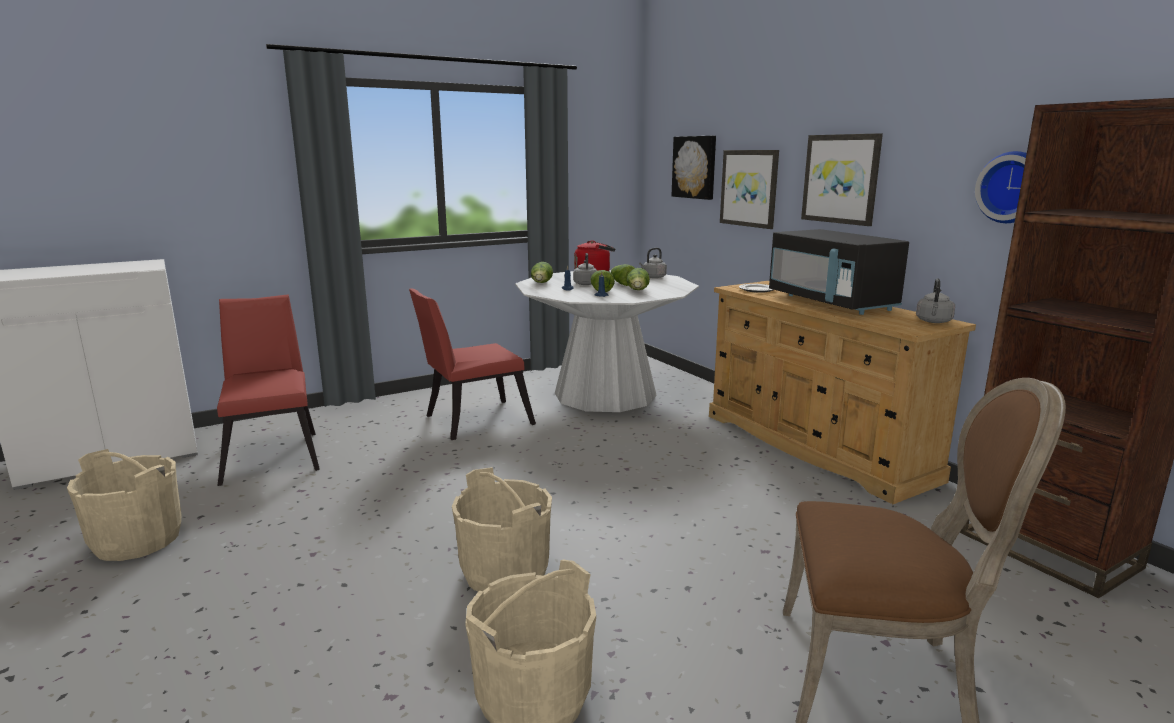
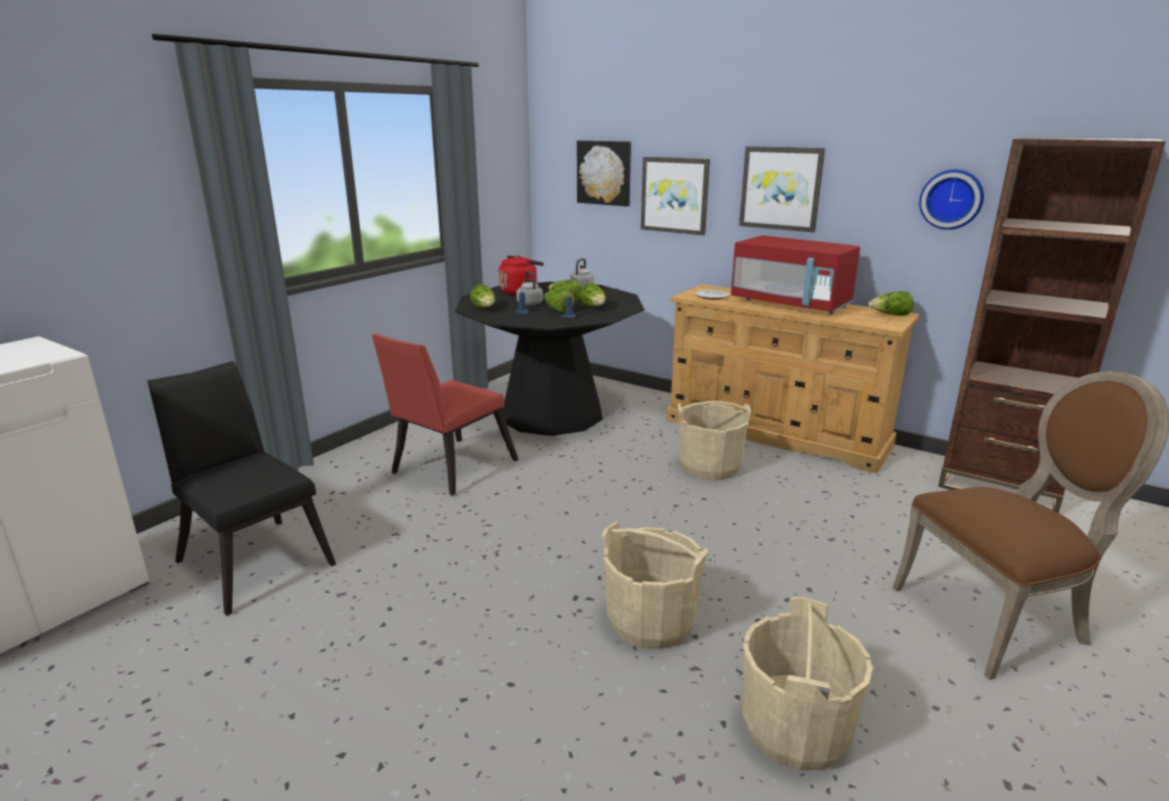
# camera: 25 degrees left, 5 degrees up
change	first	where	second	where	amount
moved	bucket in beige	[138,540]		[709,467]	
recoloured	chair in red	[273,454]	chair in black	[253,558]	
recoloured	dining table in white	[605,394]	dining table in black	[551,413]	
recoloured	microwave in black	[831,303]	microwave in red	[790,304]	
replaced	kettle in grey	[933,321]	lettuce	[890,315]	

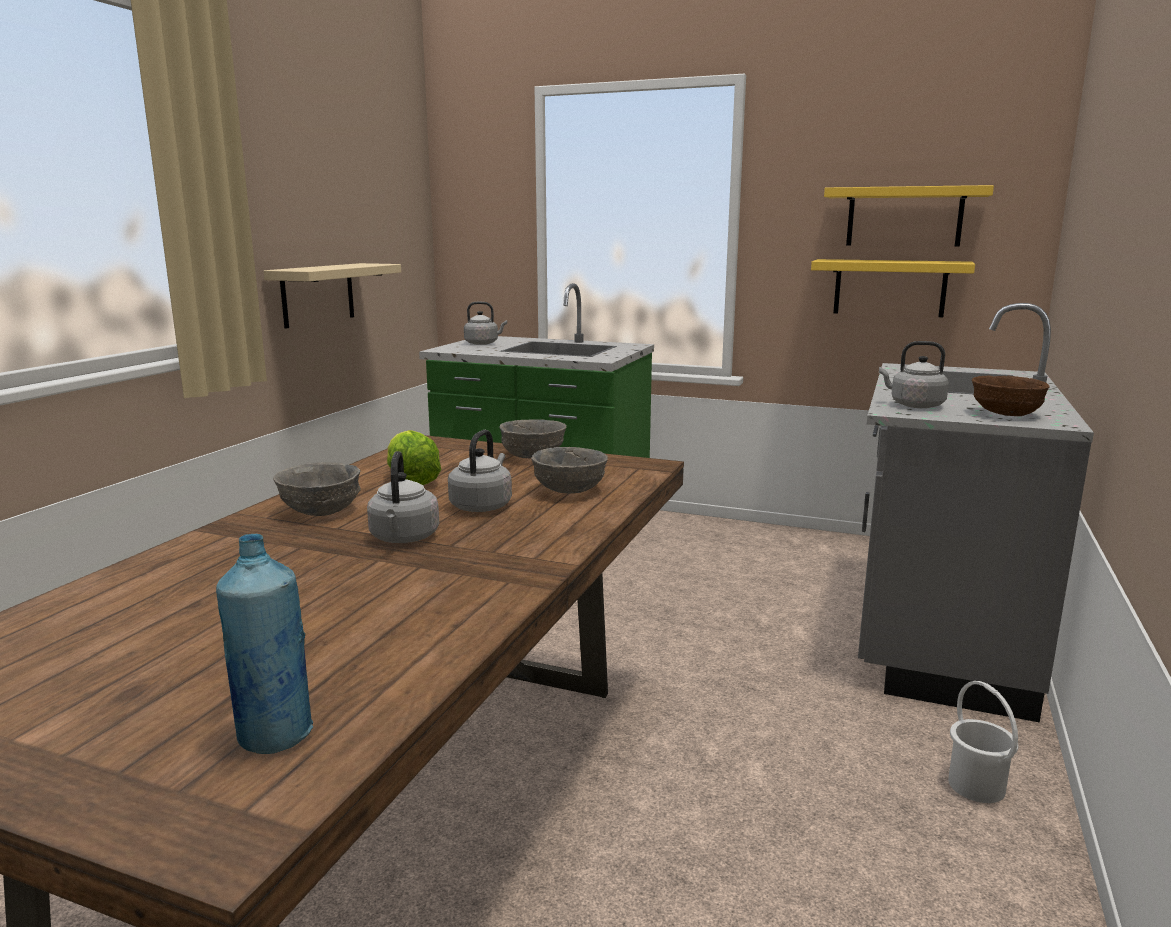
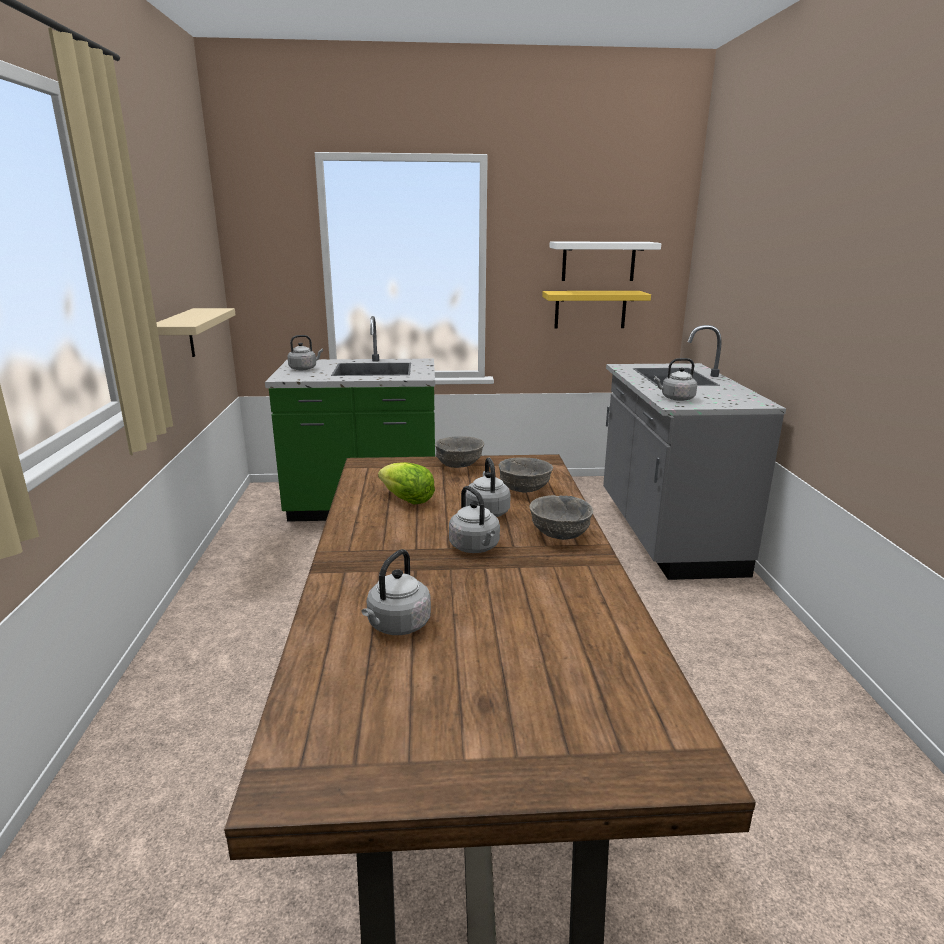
# camera: 25 degrees left, 5 degrees up
change	first	where	second	where	amount
removed	bottle in blue	[275,735]			
moved	bowl in grey	[321,510]		[559,534]	
recoloured	shelf in yellow	[904,217]	shelf in white	[598,261]	
removed	bucket in white	[977,785]			
removed	bowl in brown	[1005,414]			
added			kettle in grey	[397,626]	

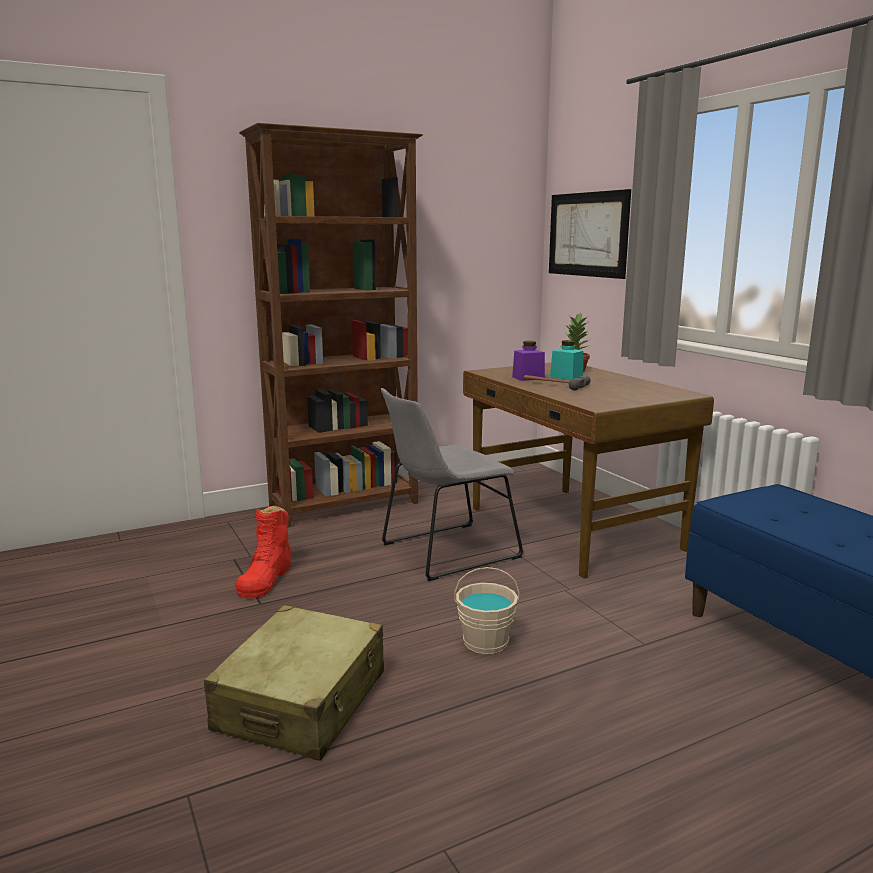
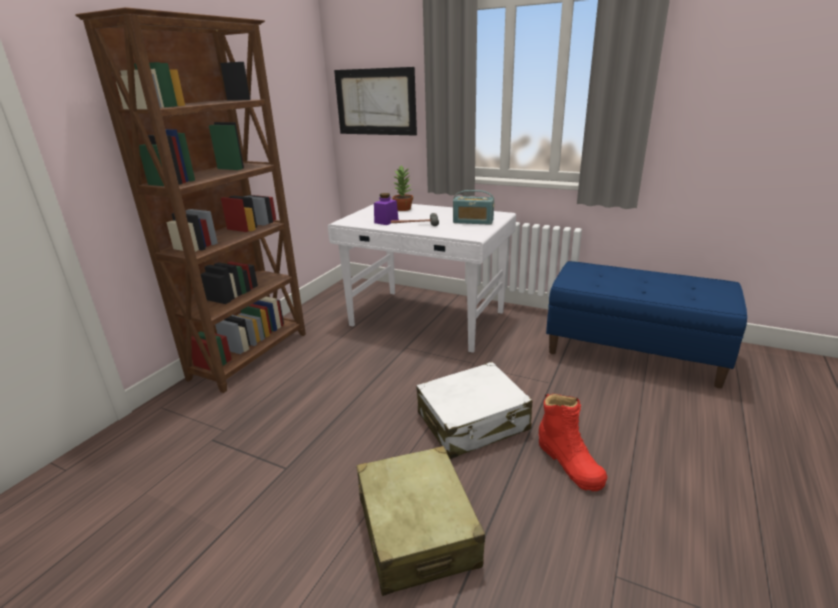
# camera: 35 degrees left, 10 degrees up
change	first	where	second	where	amount
moved	boot in red	[265,579]		[569,462]	
removed	chair in grey	[445,552]			
replaced	bucket in beige	[486,641]	suitcase in white	[473,422]	
recoloured	desk in brown	[572,529]	desk in white	[427,319]	
removed	jar in turquoise	[566,377]			
added			radio	[473,221]	

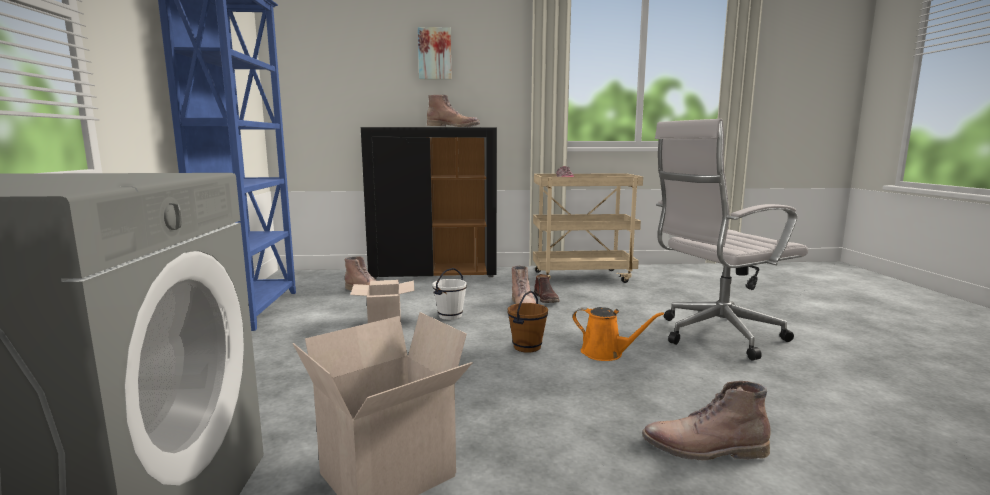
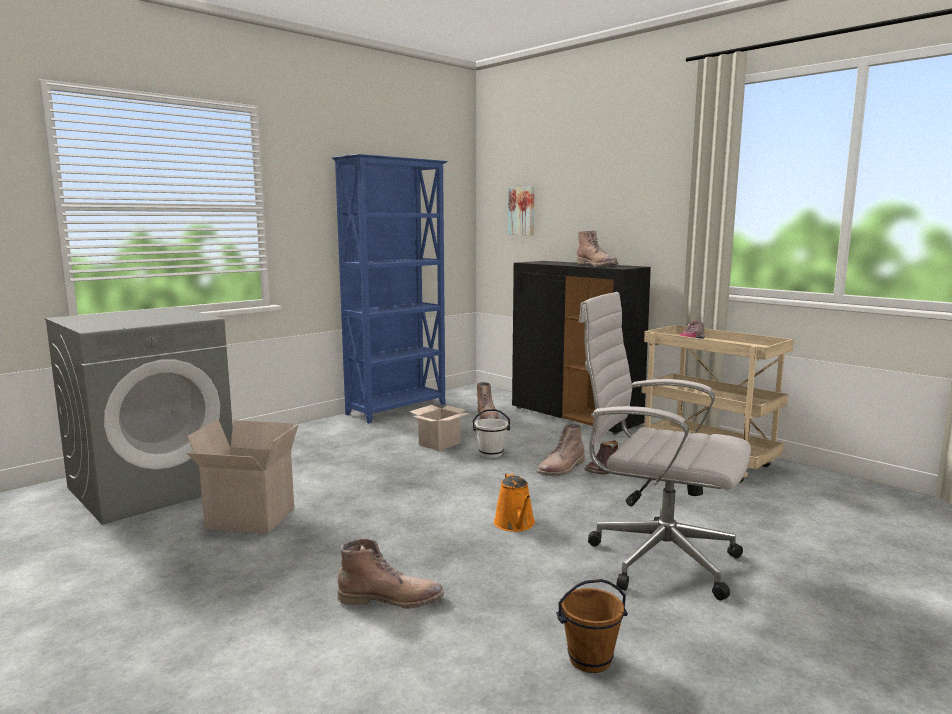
# camera: 50 degrees right, 0 degrees up
change	first	where	second	where	amount
moved	picture	[434,54]		[522,211]	
moved	bucket in brown	[527,347]		[590,660]	
turned	boot in brown	[703,449]		[391,598]	120 degrees clockwise

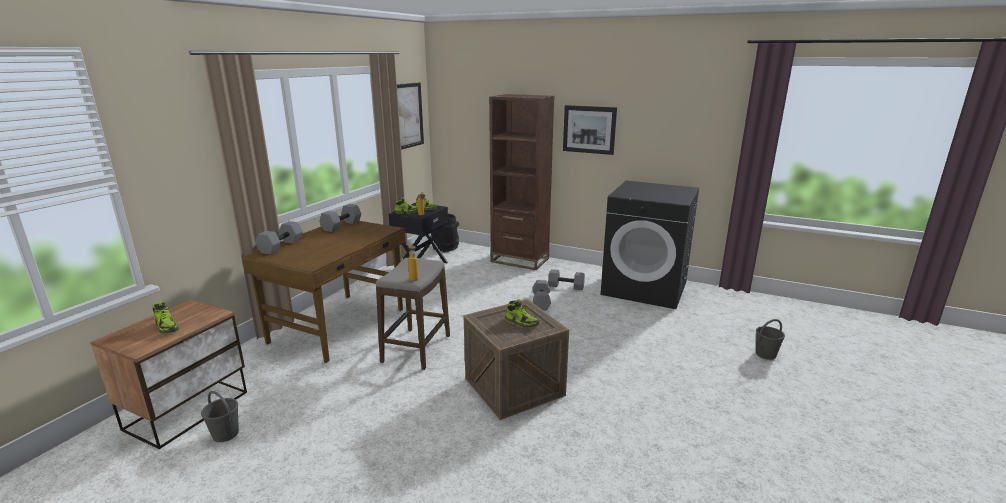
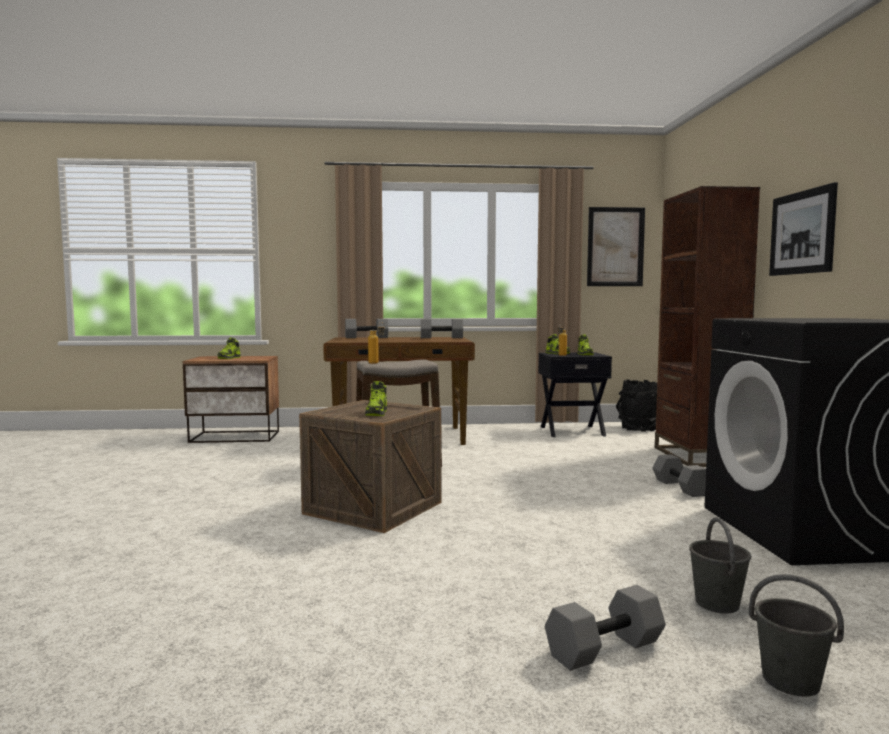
# camera: 60 degrees right, 15 degrees down
change	first	where	second	where	amount
moved	bucket in grey	[226,434]		[717,604]	
moved	dumbbell in grey	[540,302]		[604,648]	

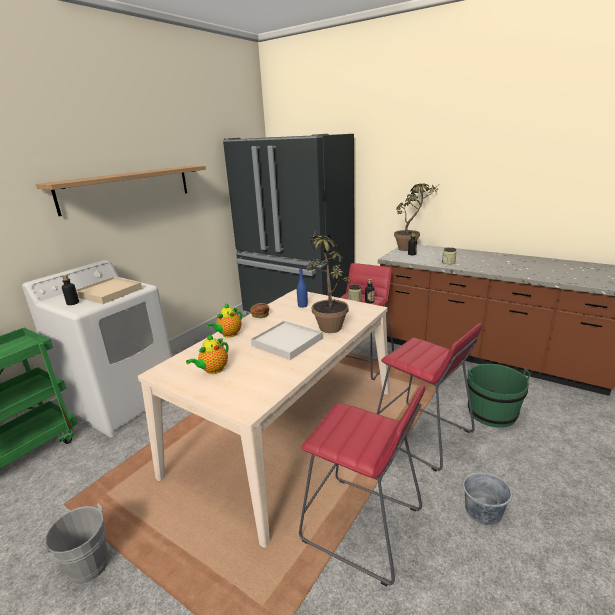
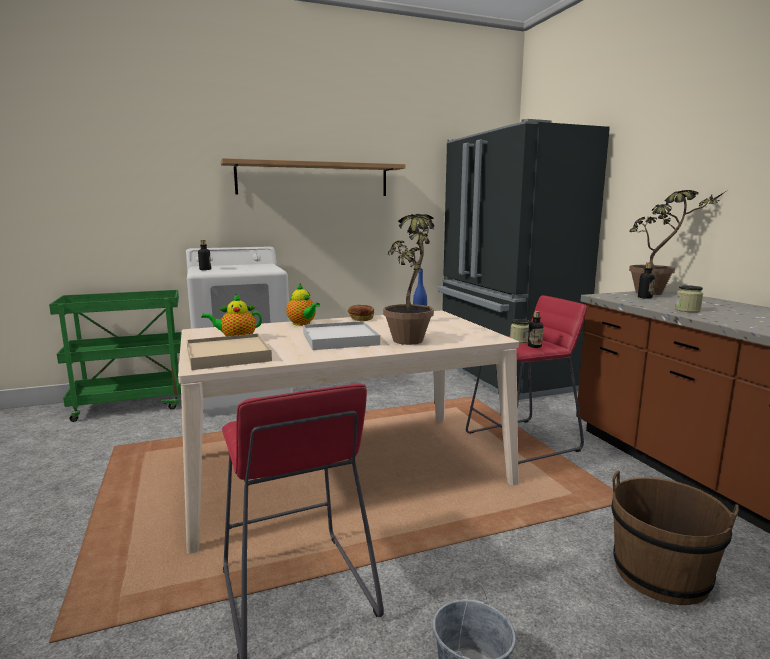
# camera: 35 degrees right, 10 degrees down
change	first	where	second	where	amount
removed	bucket in grey	[86,564]			
moved	tray in beige	[109,292]		[228,355]	
turned	teapot	[228,334]		[302,324]	120 degrees counterclockwise
removed	stool in red	[422,435]			
recoloured	bucket in green	[492,413]	bucket in brown	[660,574]	

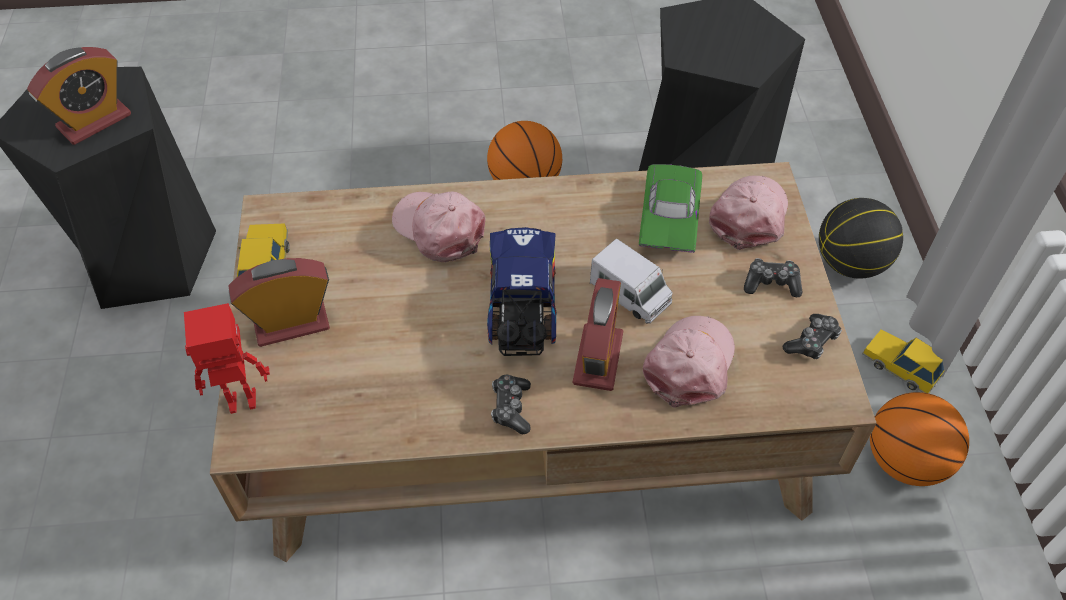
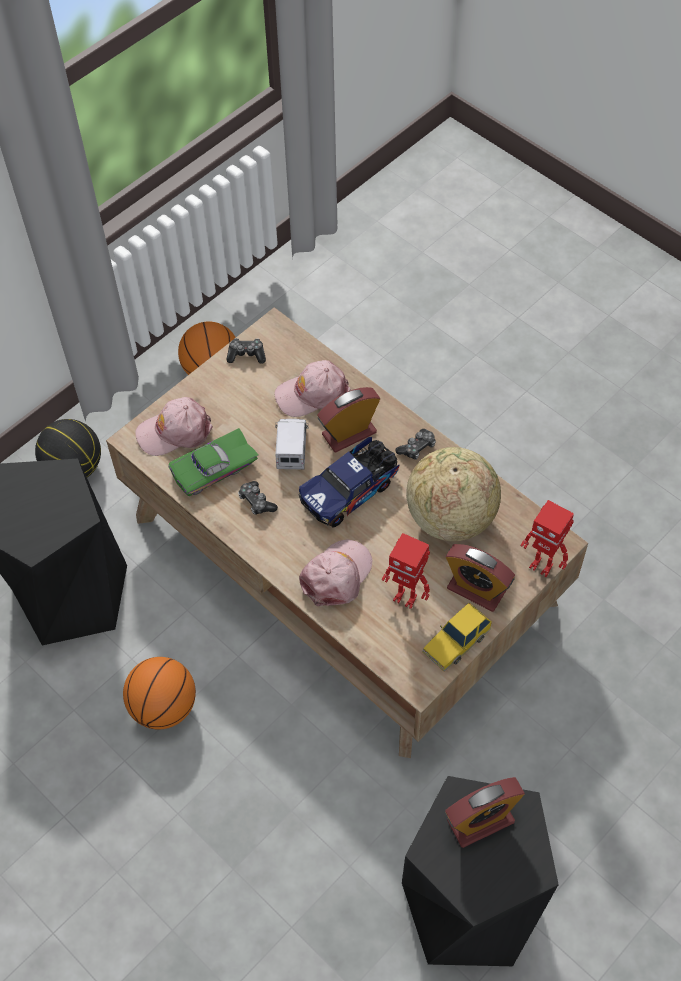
# camera: 130 degrees left, 5 degrees up
change	first	where	second	where	amount
turned	alarm clock	[94,121]		[480,821]	150 degrees clockwise
turned	cap in pink	[439,229]		[337,576]	150 degrees counterclockwise
moved	game controller	[771,283]		[256,502]	
removed	toy car	[901,366]			
added			toy robot	[406,597]	
added			globe	[450,517]	

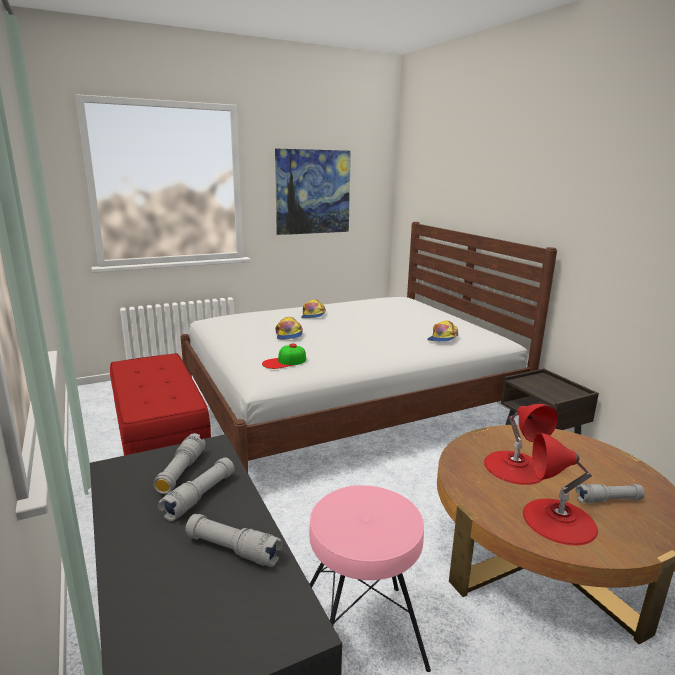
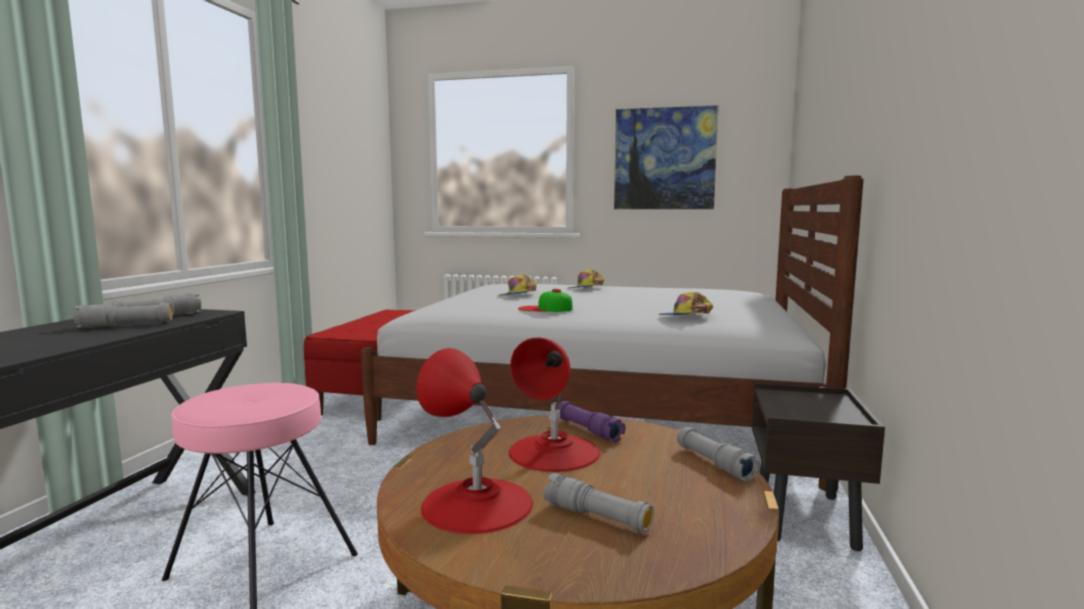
# camera: 40 degrees right, 10 degrees down
change	first	where	second	where	amount
moved	flashlight in grey	[233,549]		[714,464]	
moved	cap	[284,362]		[545,309]	
added			flashlight in purple	[588,430]	

